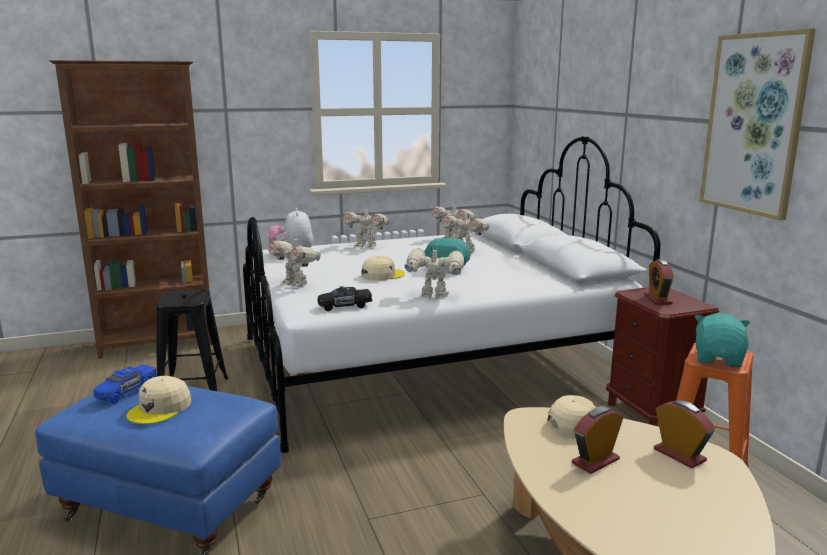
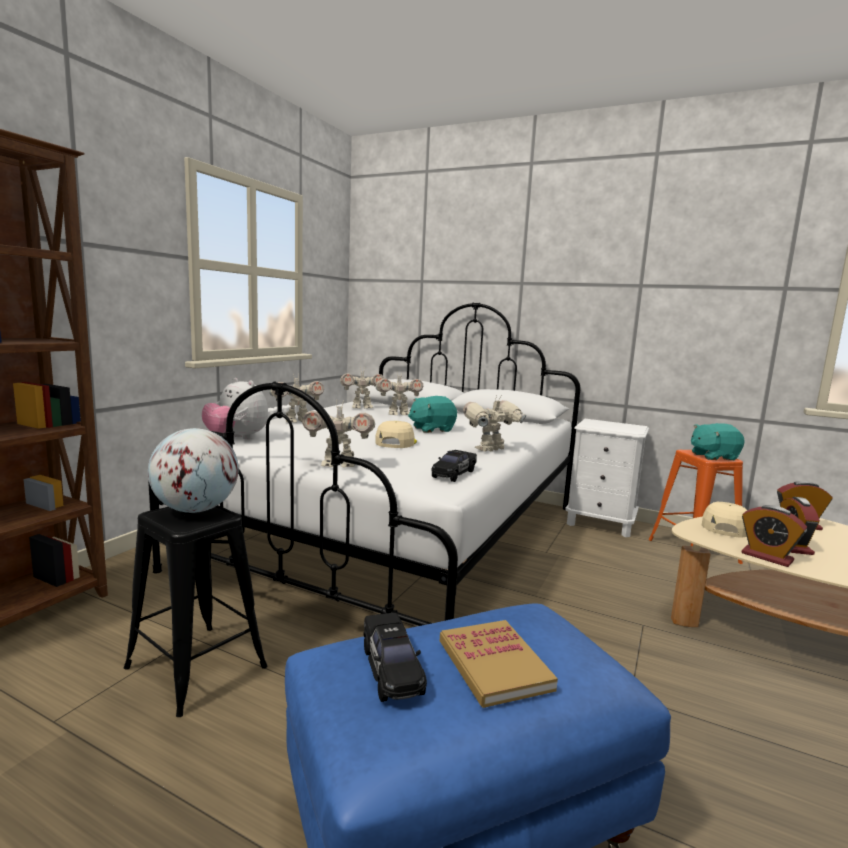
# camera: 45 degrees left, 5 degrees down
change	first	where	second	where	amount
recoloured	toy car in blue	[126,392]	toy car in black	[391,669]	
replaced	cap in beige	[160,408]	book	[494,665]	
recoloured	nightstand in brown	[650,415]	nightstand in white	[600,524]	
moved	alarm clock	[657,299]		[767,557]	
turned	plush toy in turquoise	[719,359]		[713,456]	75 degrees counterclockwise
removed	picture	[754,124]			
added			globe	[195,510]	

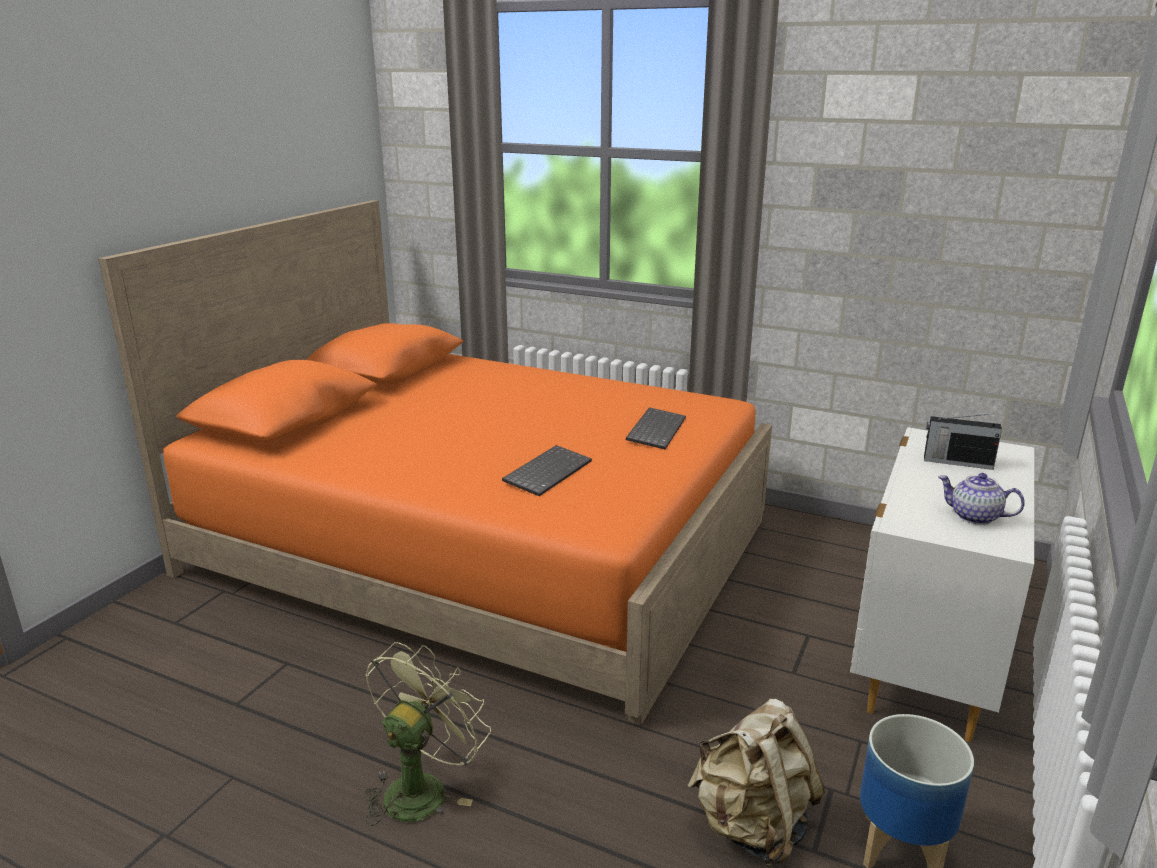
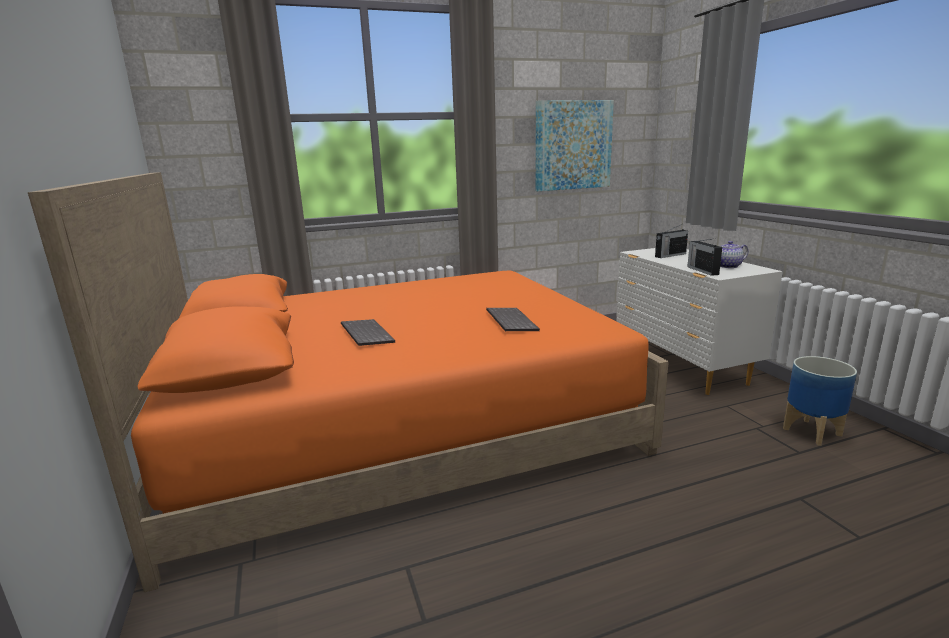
# camera: 45 degrees left, 5 degrees down
change	first	where	second	where	amount
removed	fan in green	[422,787]			
moved	keyboard	[655,429]		[365,334]	
removed	backpack in beige	[752,826]			
added			picture	[573,145]	
added			radio	[702,270]	

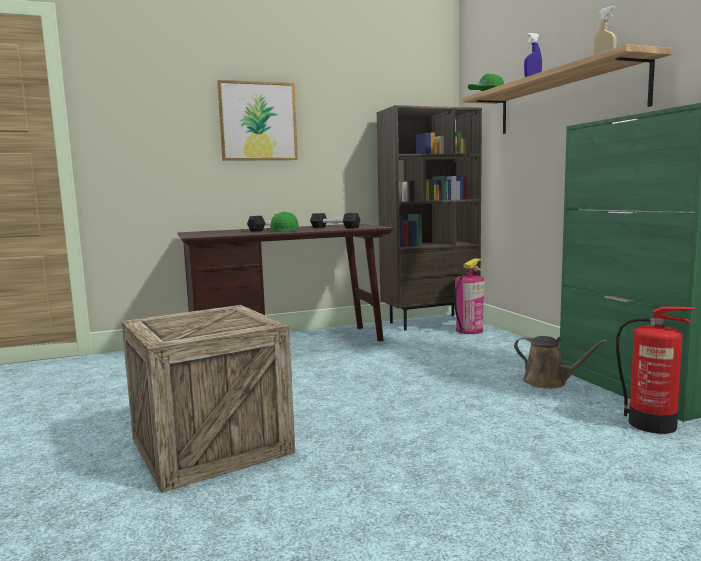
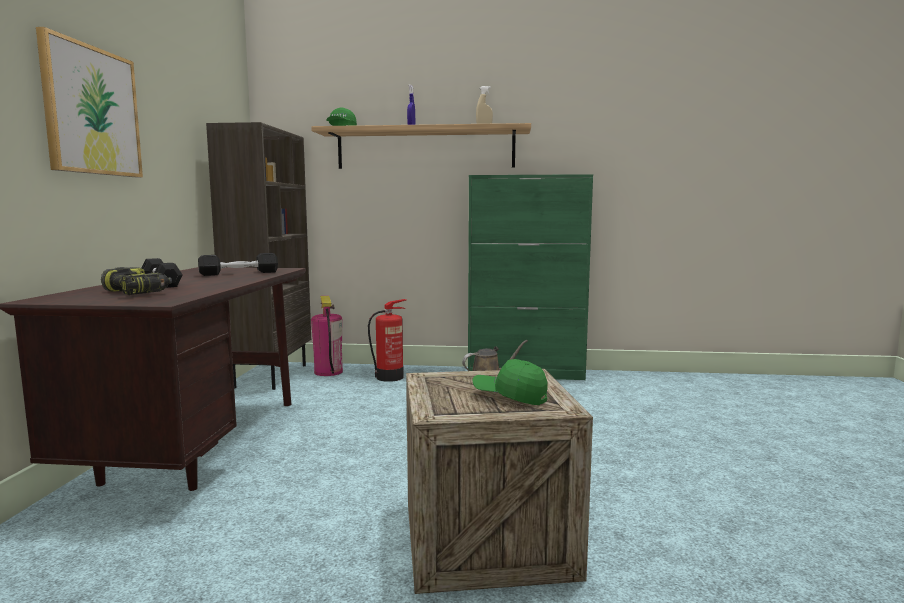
# camera: 65 degrees left, 0 degrees up
change	first	where	second	where	amount
moved	cap in green	[285,231]		[510,397]	
moved	fire extinguisher	[653,424]		[390,377]	
added			power drill	[138,293]	

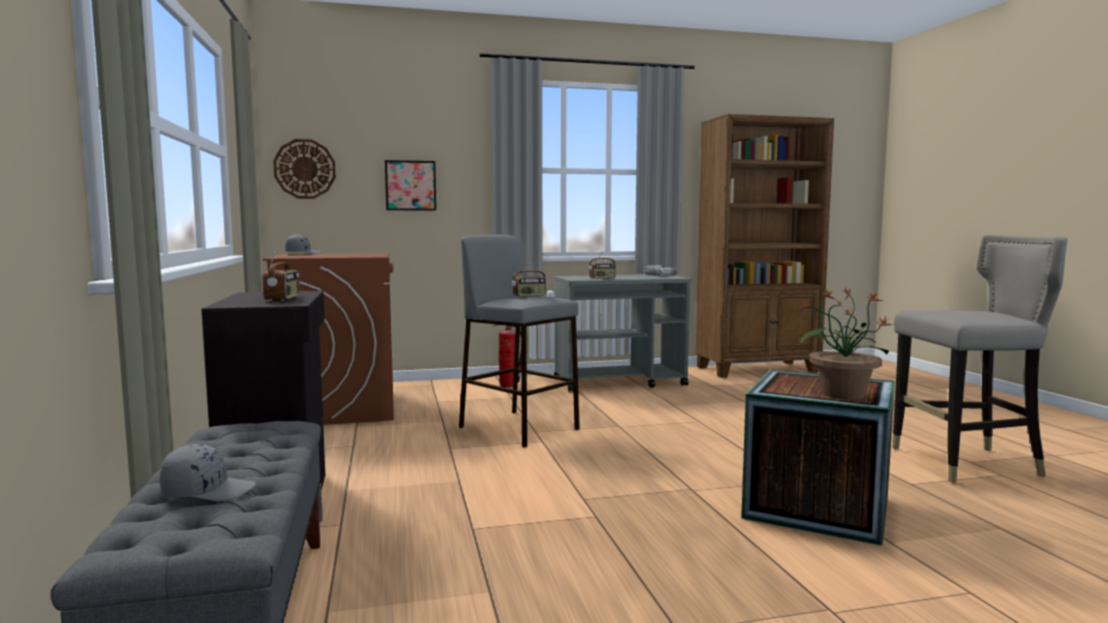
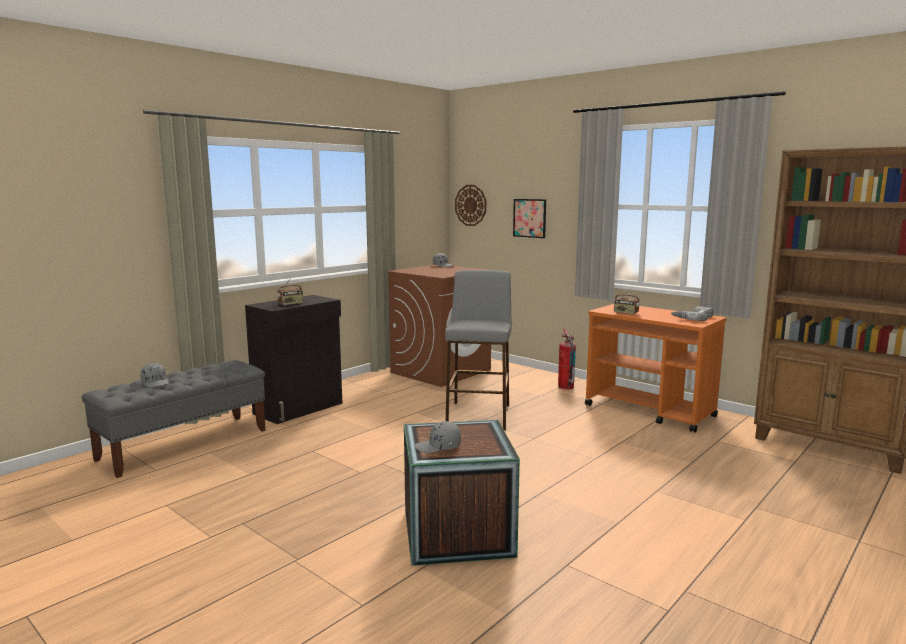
# camera: 55 degrees right, 5 degrees up
change	first	where	second	where	amount
removed	radio	[529,296]			
recoloured	cart in grey	[620,382]	cart in orange	[650,411]	
replaced	potted plant	[841,394]	cap in grey	[438,447]	
removed	stool in grey	[968,463]			

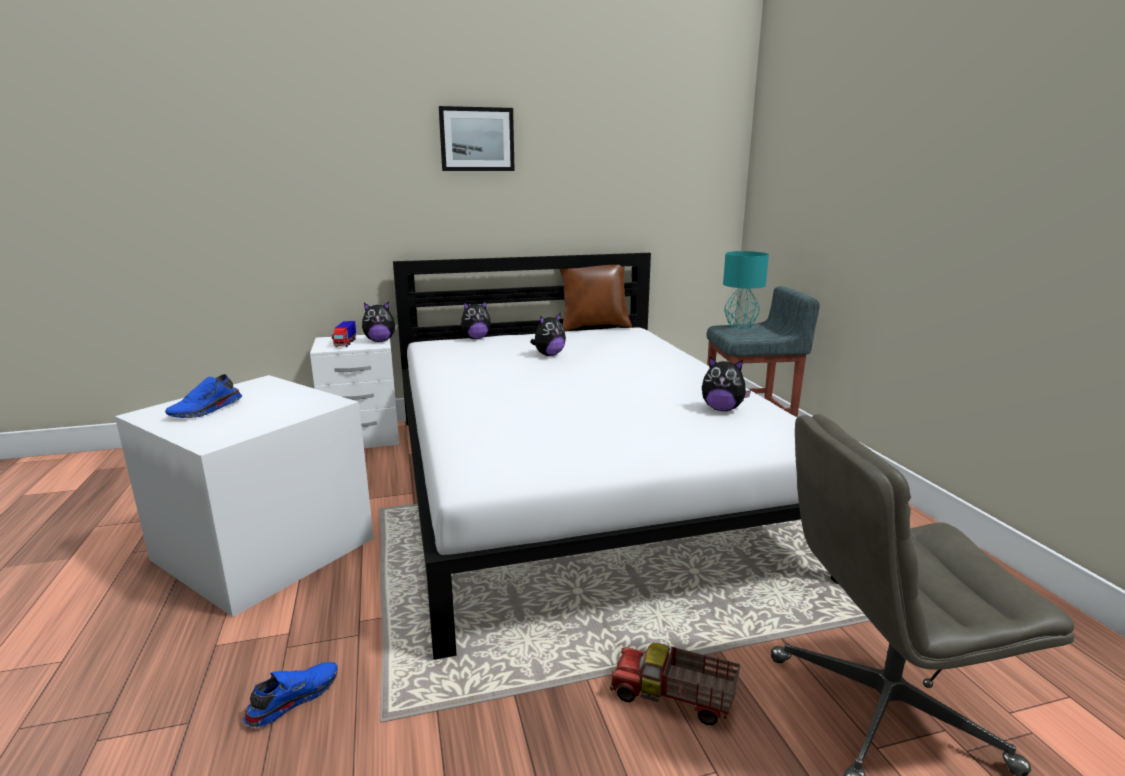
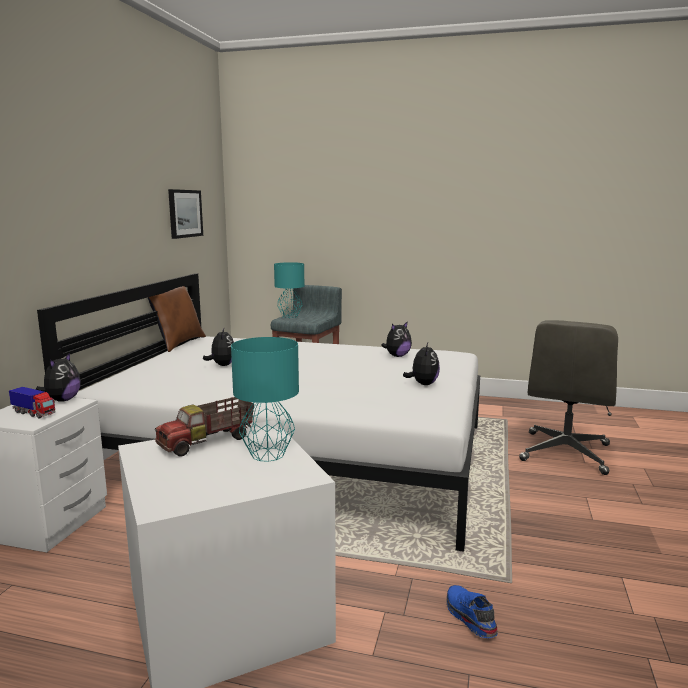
# camera: 60 degrees left, 5 degrees down
change	first	where	second	where	amount
removed	shoe in blue	[207,410]			
moved	picture	[477,139]		[185,213]	
moved	plush toy	[476,338]		[423,384]	
moved	toy truck	[673,699]		[207,442]	
added			table lamp in turquoise	[267,455]	

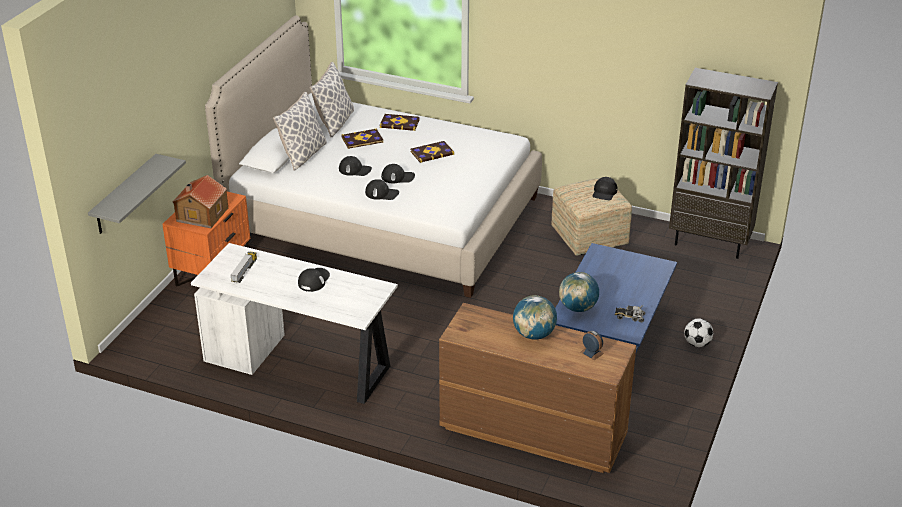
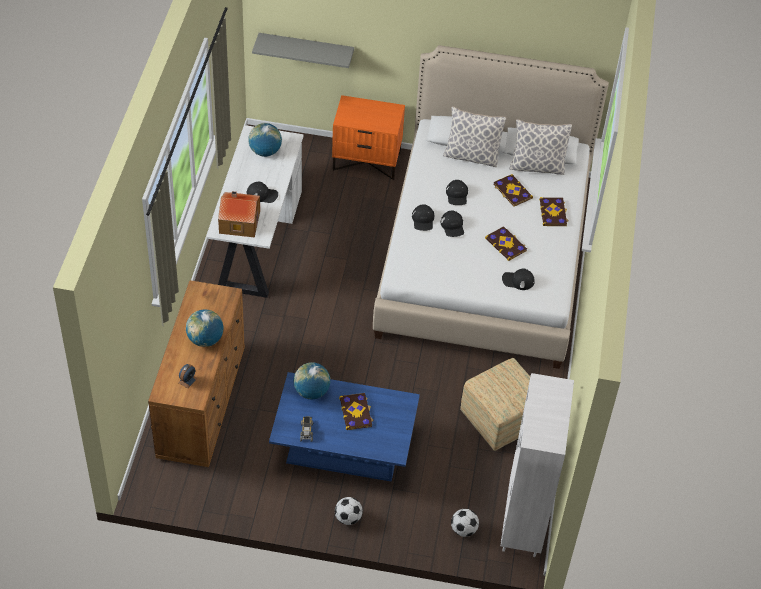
# camera: 75 degrees right, 15 degrees up
change	first	where	second	where	amount
moved	toy house	[201,215]		[239,221]	
replaced	toy truck	[244,271]	globe	[265,151]	
moved	cap in black	[604,192]		[518,280]	
recoloured	bookcase in brown	[710,243]	bookcase in white	[524,525]	
added			book	[356,412]	
added			football	[463,530]	

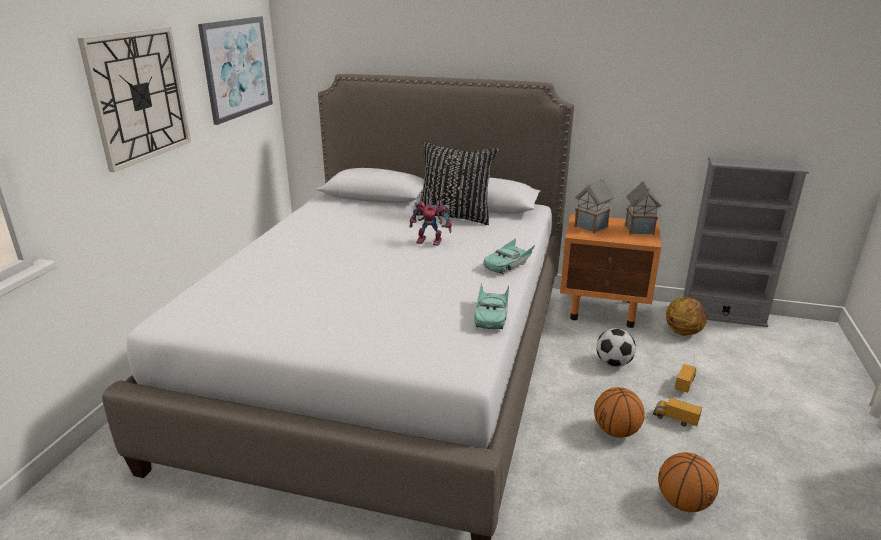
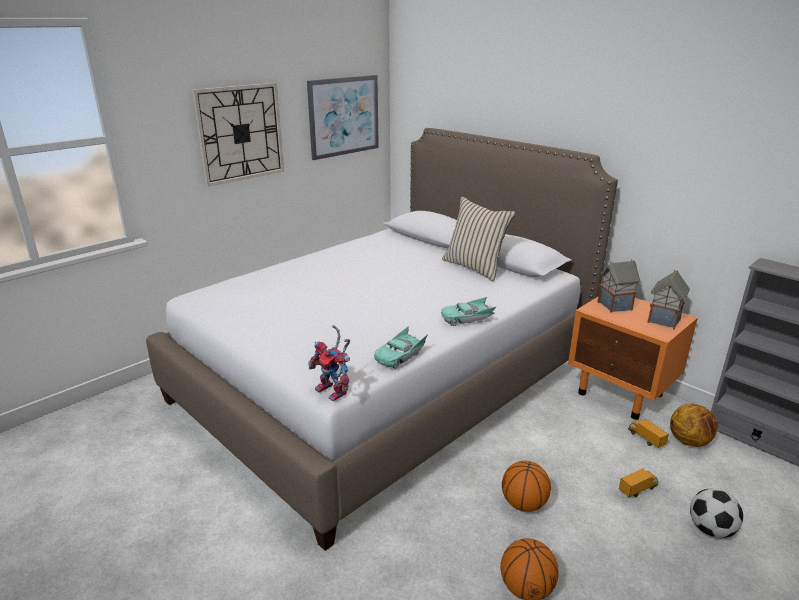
# camera: 30 degrees right, 0 degrees up
change	first	where	second	where	amount
moved	toy robot	[432,241]		[335,392]	
recoloured	pillow in black	[455,216]	pillow in beige	[475,267]	
moved	football	[613,363]		[710,530]	
moved	toy truck	[675,420]		[645,439]	

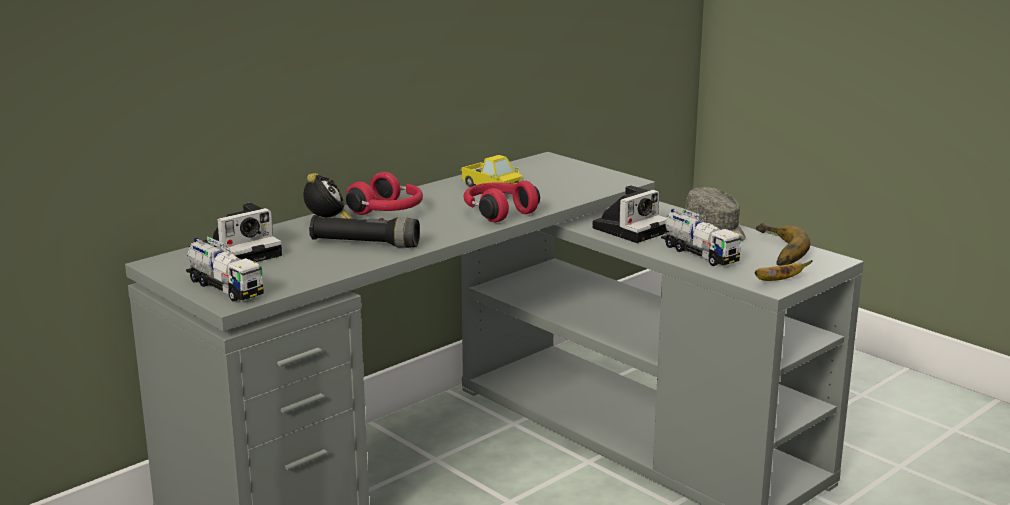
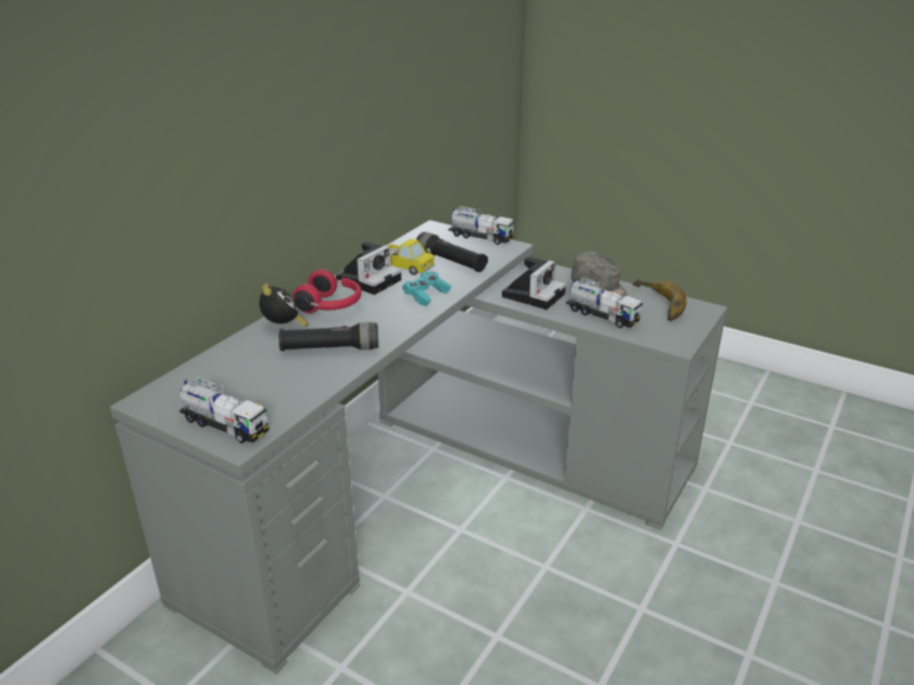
# camera: 15 degrees left, 10 degrees up
change	first	where	second	where	amount
moved	photo camera	[244,251]		[369,279]	
replaced	headphones in red	[498,212]	game controller in turquoise	[426,295]	
removed	banana	[778,281]			
added			flashlight in black	[451,262]	
added			toy truck	[480,237]	

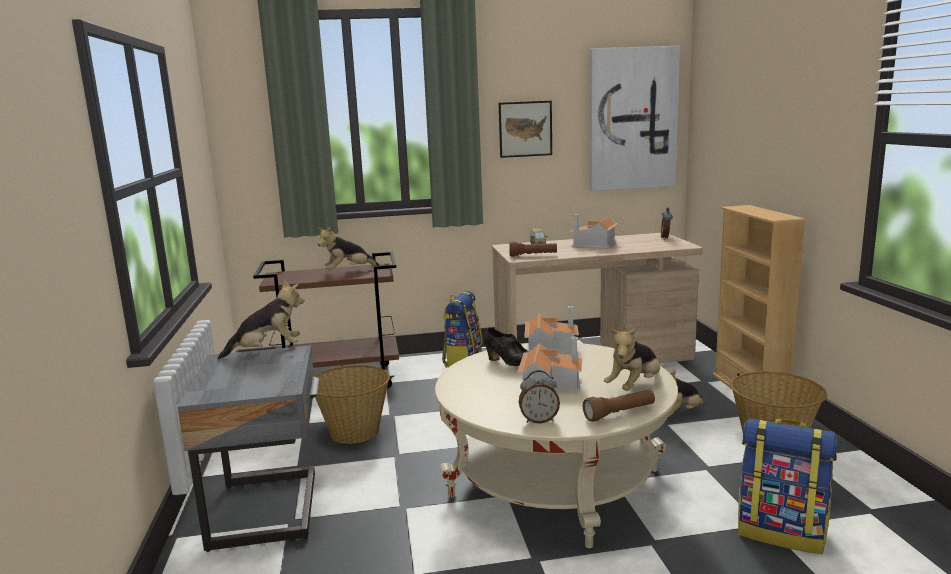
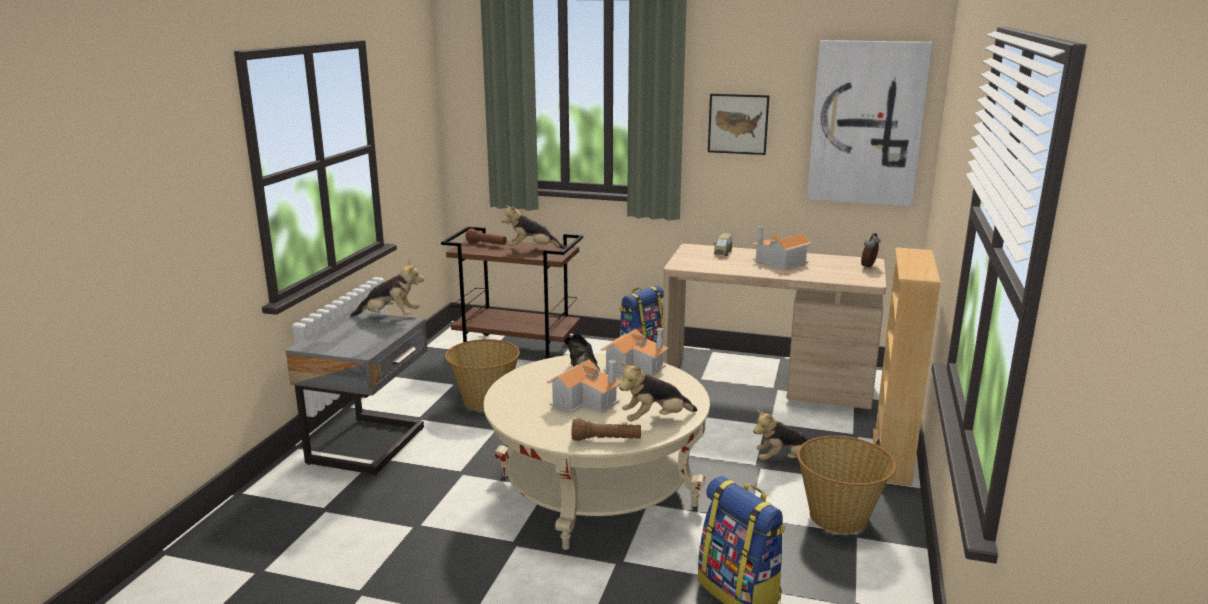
# camera: 25 degrees right, 5 degrees up
change	first	where	second	where	amount
moved	flashlight in brown	[533,255]		[487,244]	
removed	alarm clock	[539,420]			

